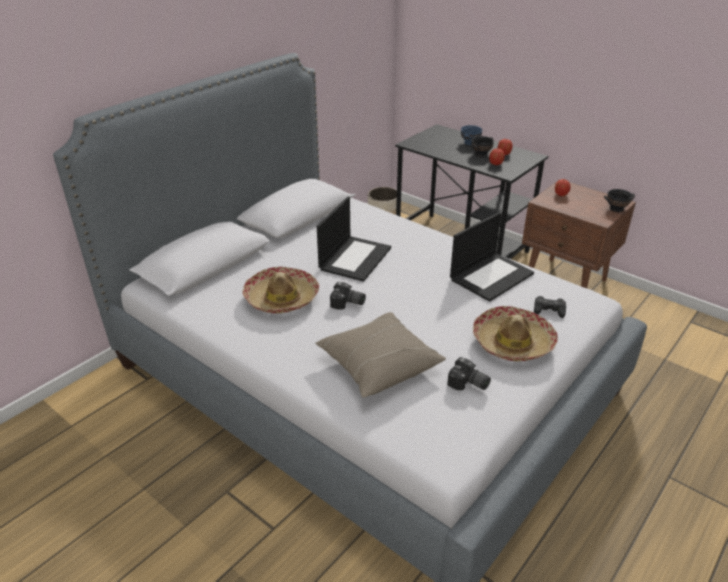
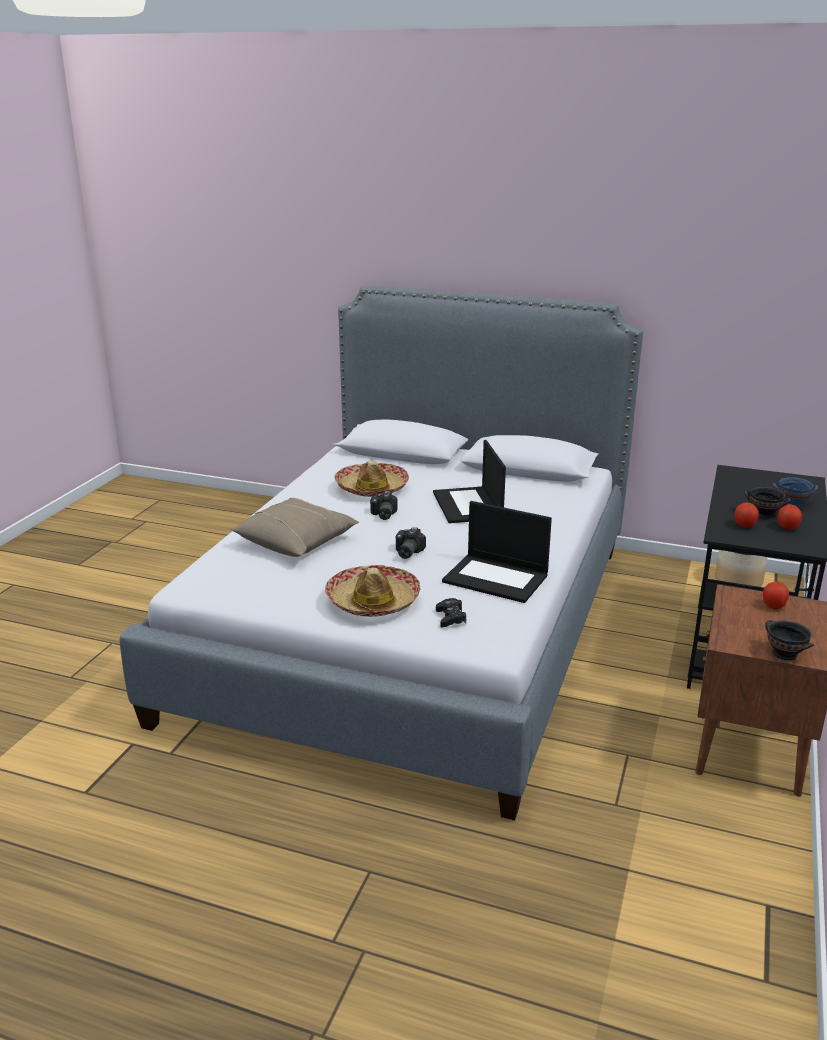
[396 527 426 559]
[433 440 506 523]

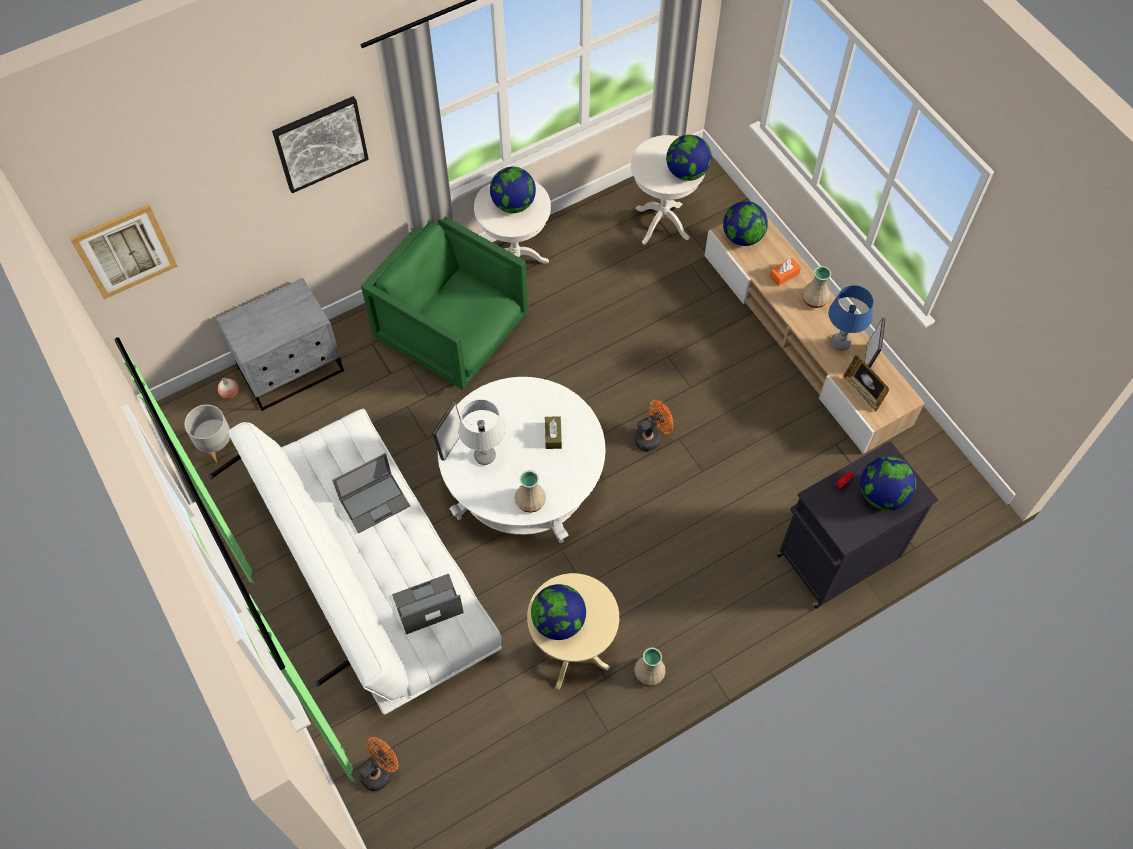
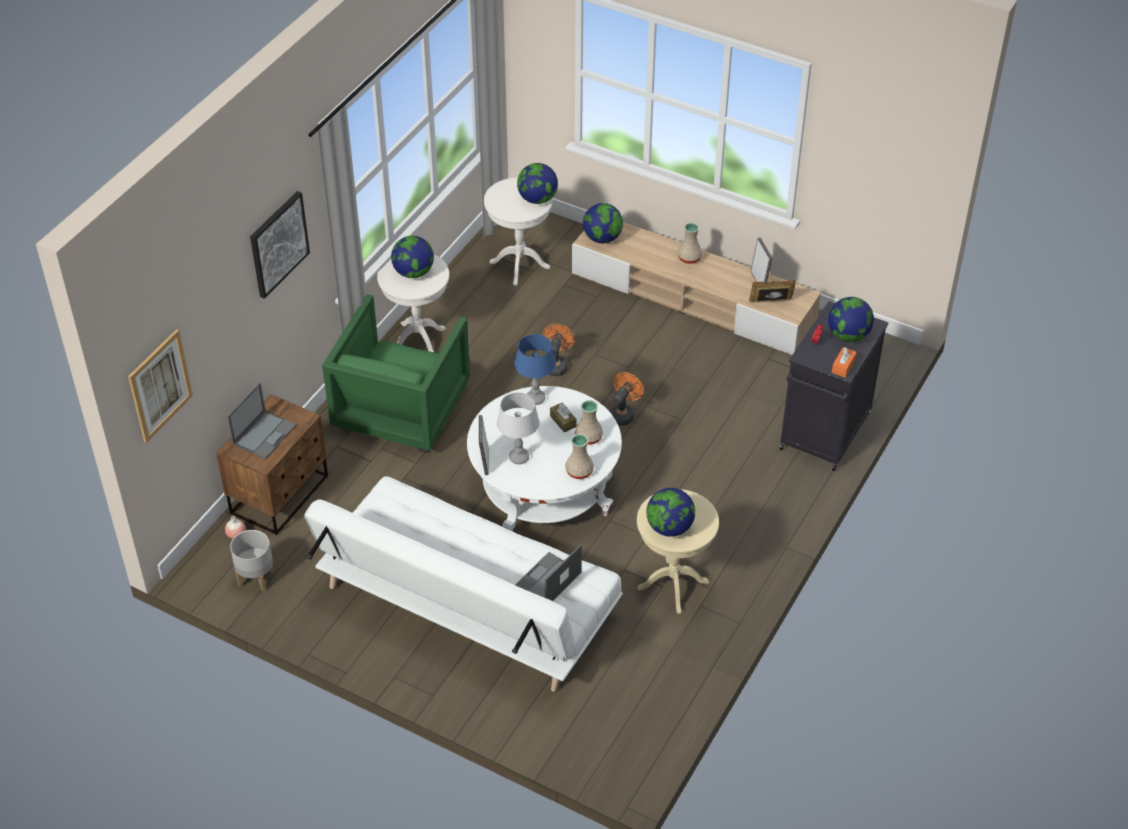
[216 394 328 535]
[227 383 296 459]
[322 294 470 453]
[514 334 556 405]
[543 324 575 376]
[575 400 603 445]
[749 280 796 303]
[832 347 857 377]

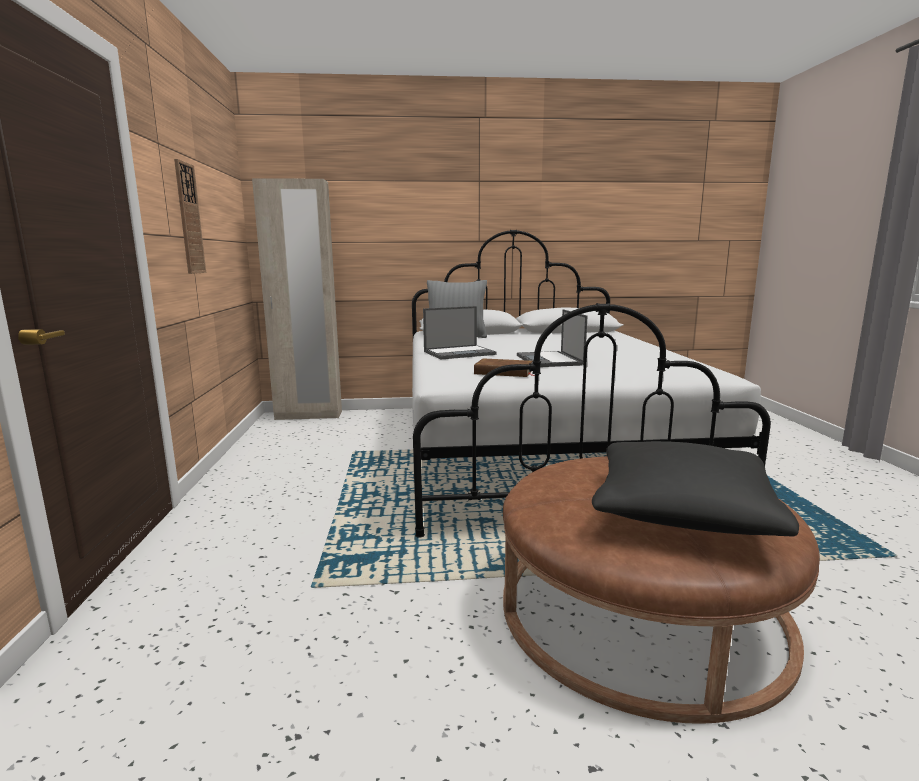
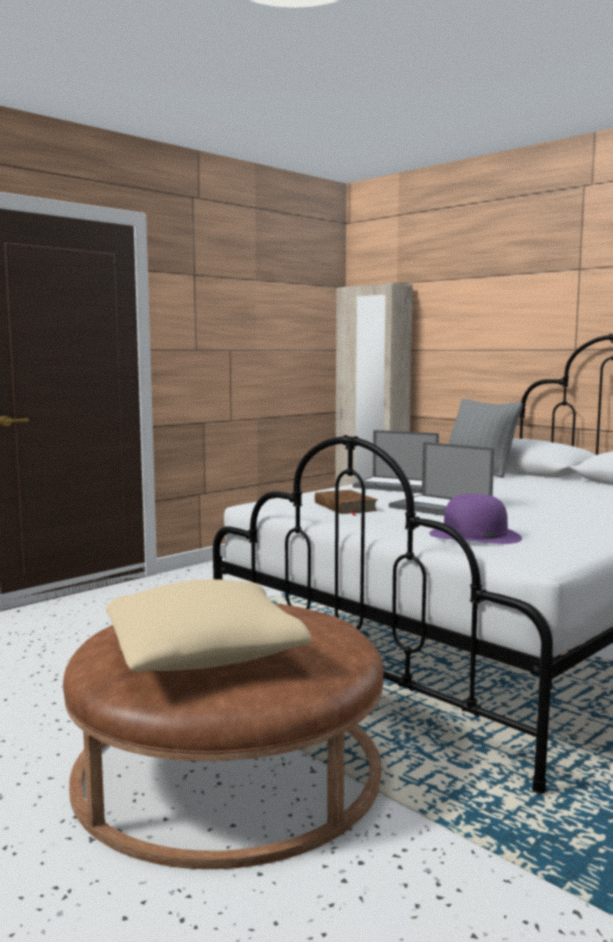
[106 579 311 672]
[389 442 494 516]
[429 494 522 544]
[174 159 206 274] (first image)

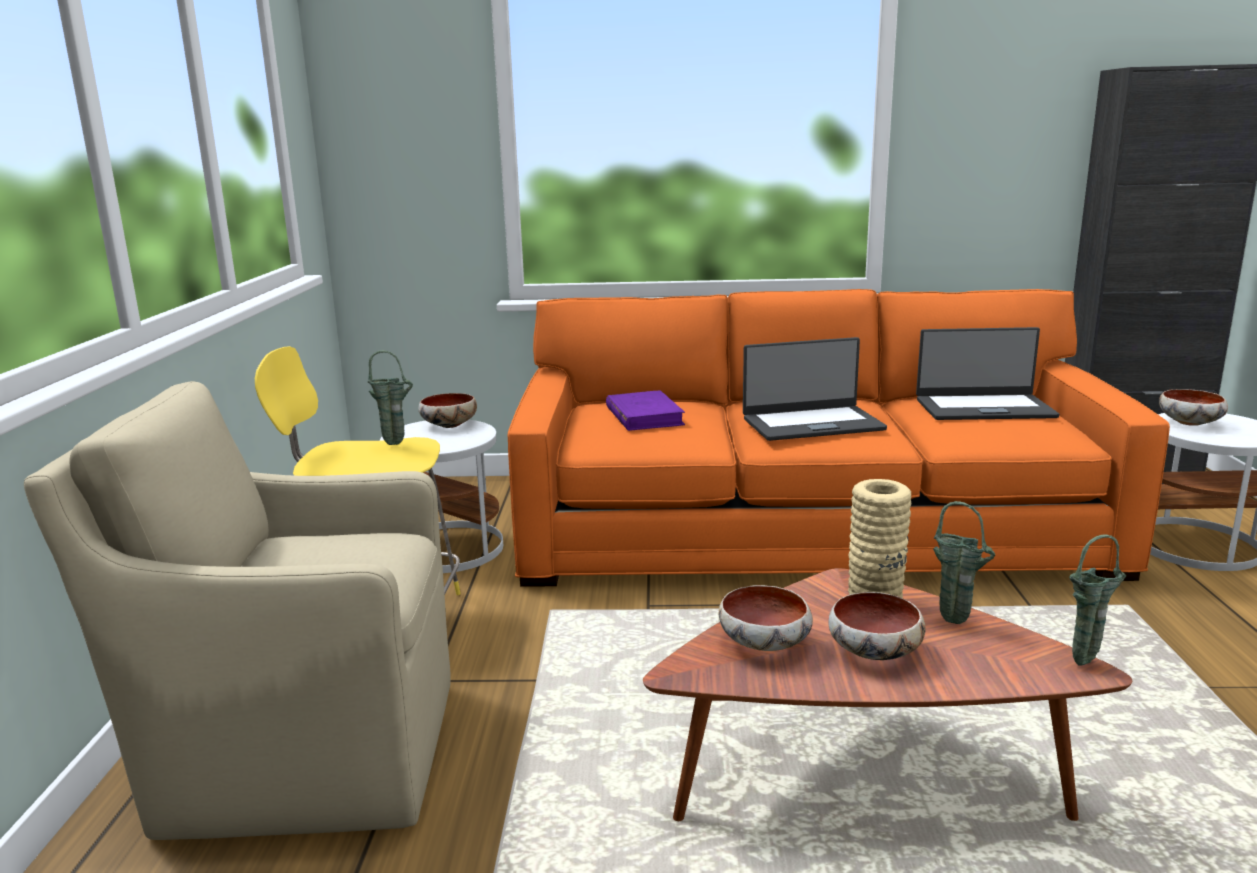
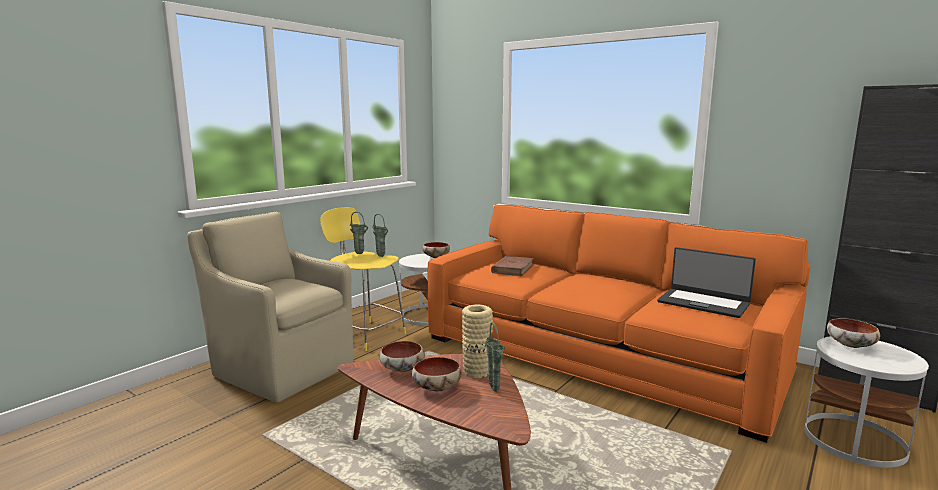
[350 212 368 254]
[491 256 534 276]
[743 337 887 441] (first image)

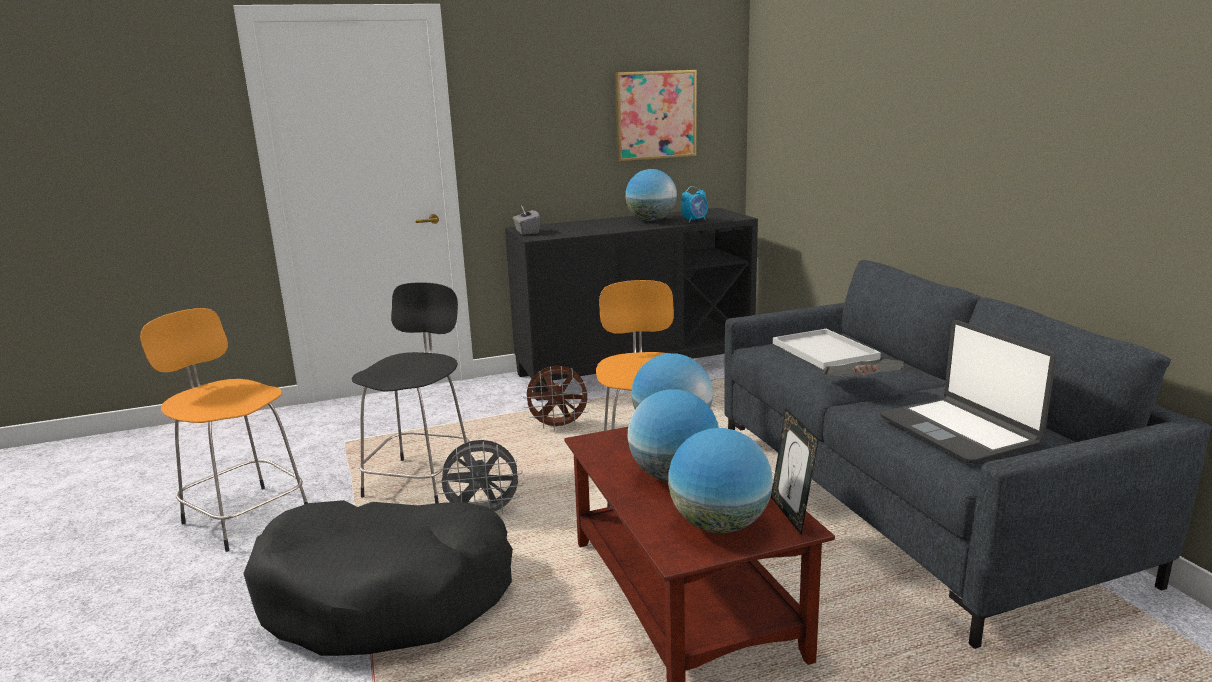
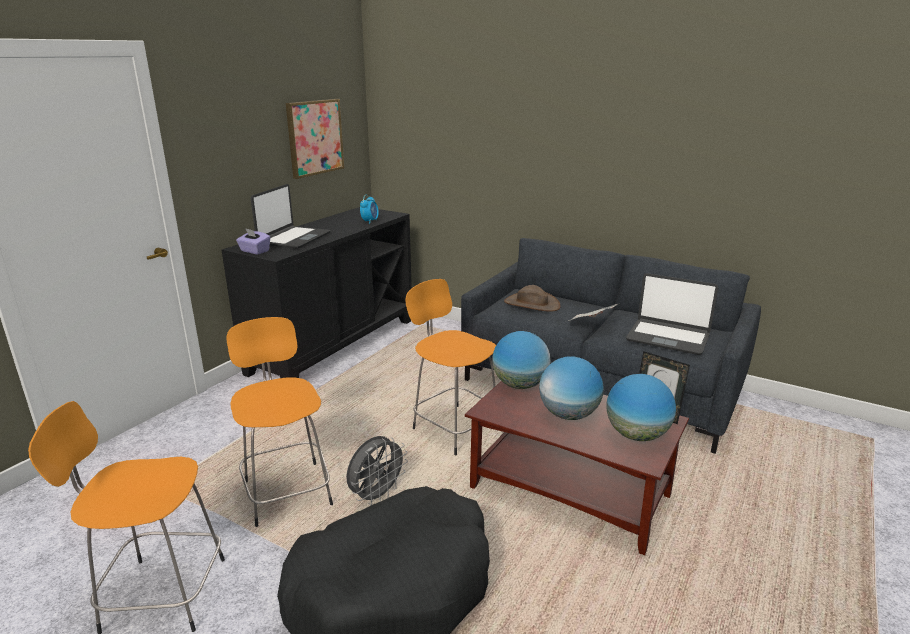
[226 317 333 527]
[236 228 270 255]
[251 184 331 249]
[504 285 561 312]
[523 366 592 431] (first image)
[625 169 677 221] (first image)

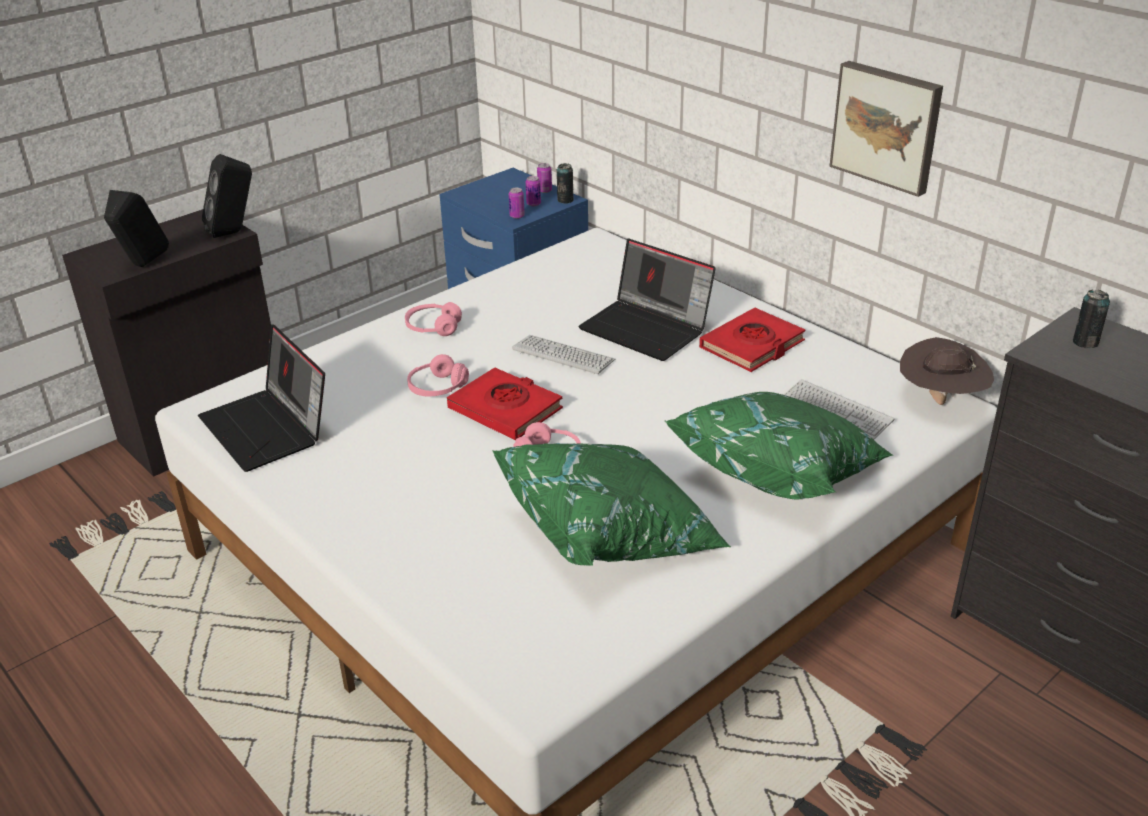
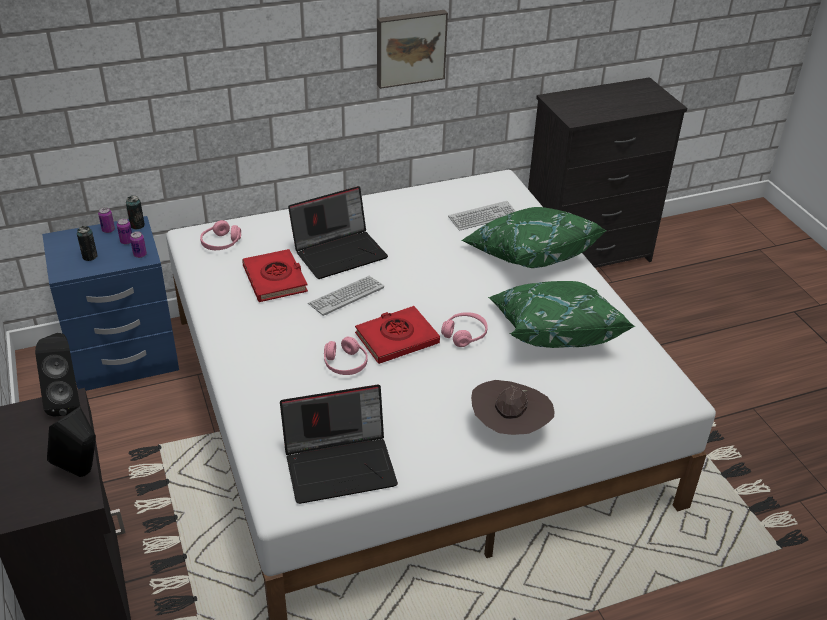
[77 226 98 261]
[200 220 241 250]
[242 249 308 302]
[471 380 555 435]

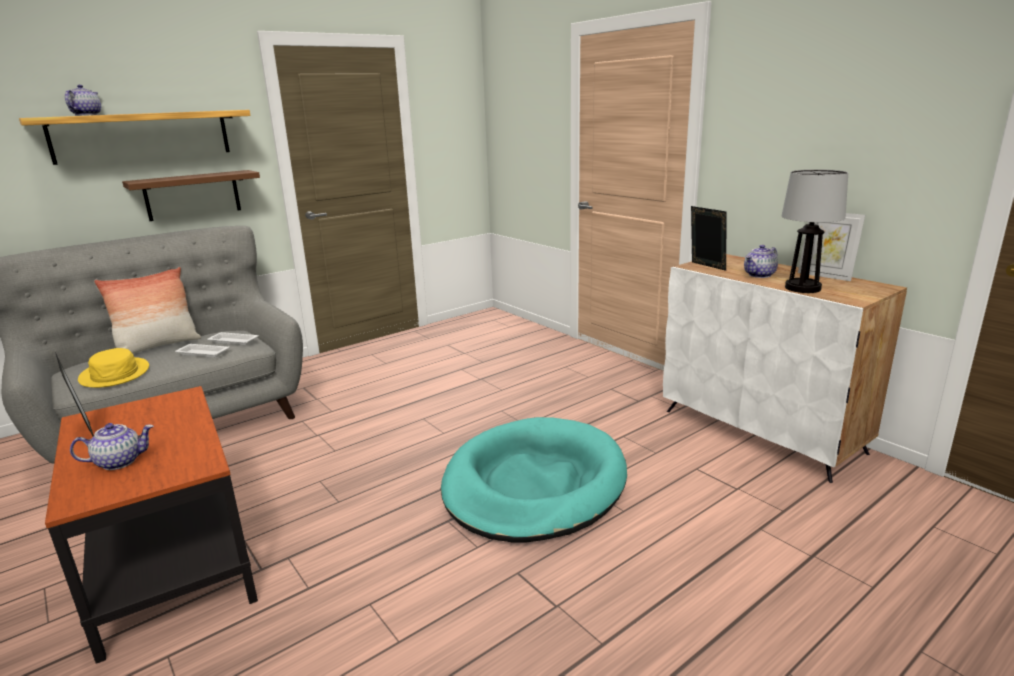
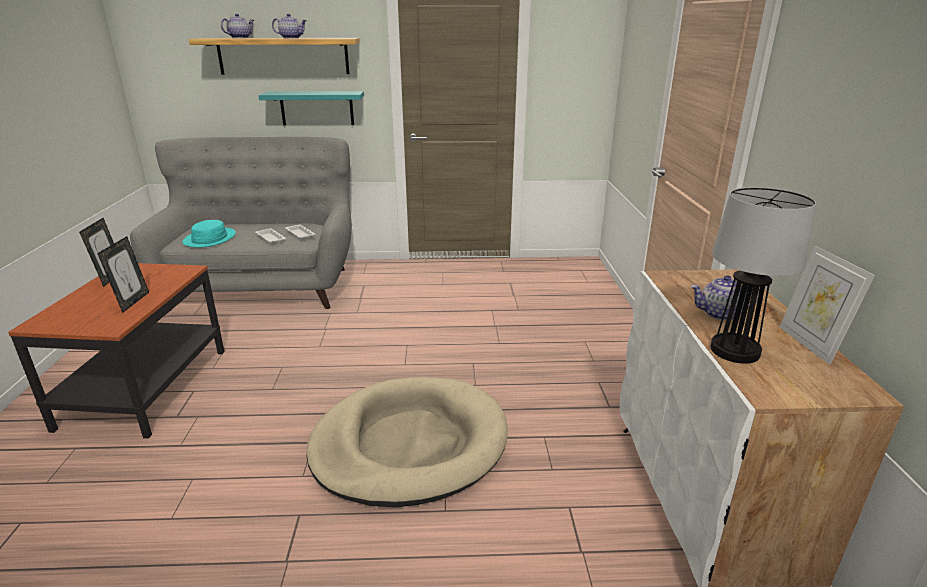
[97 236 149 313]
[182 220 236 248]
[258 91 364 126]
[272 14 307 39]
[307 377 508 507]
[94 267 201 354] (first image)

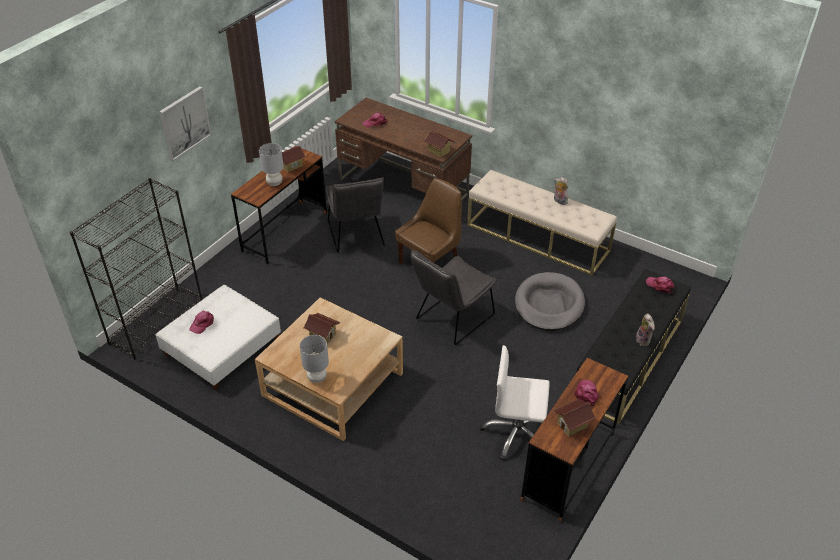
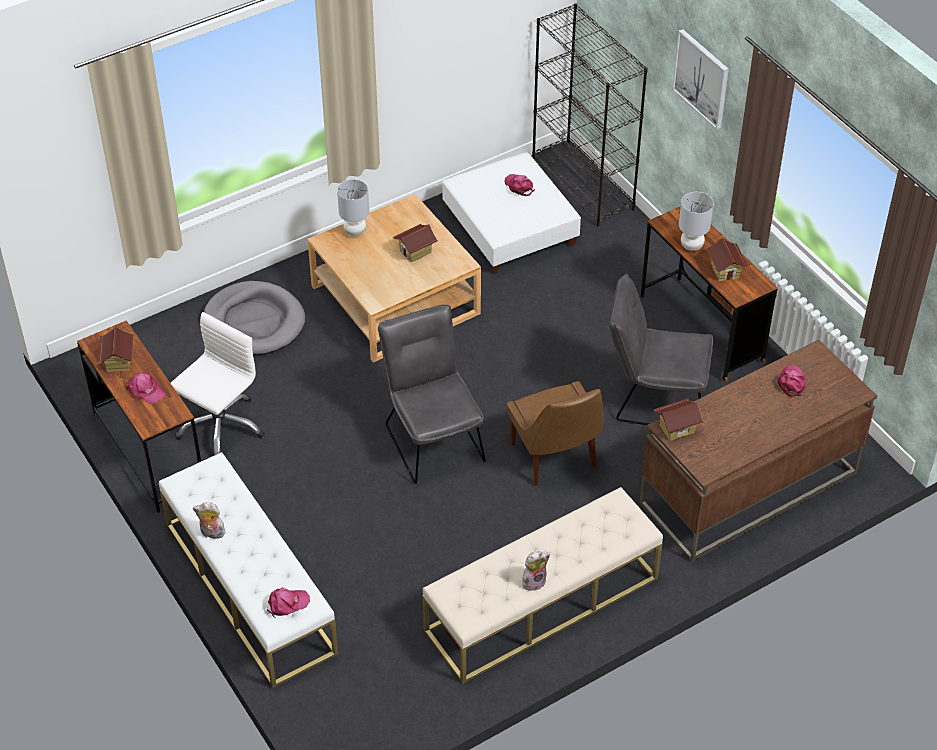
[159 452 338 688]
[204 281 305 355]

